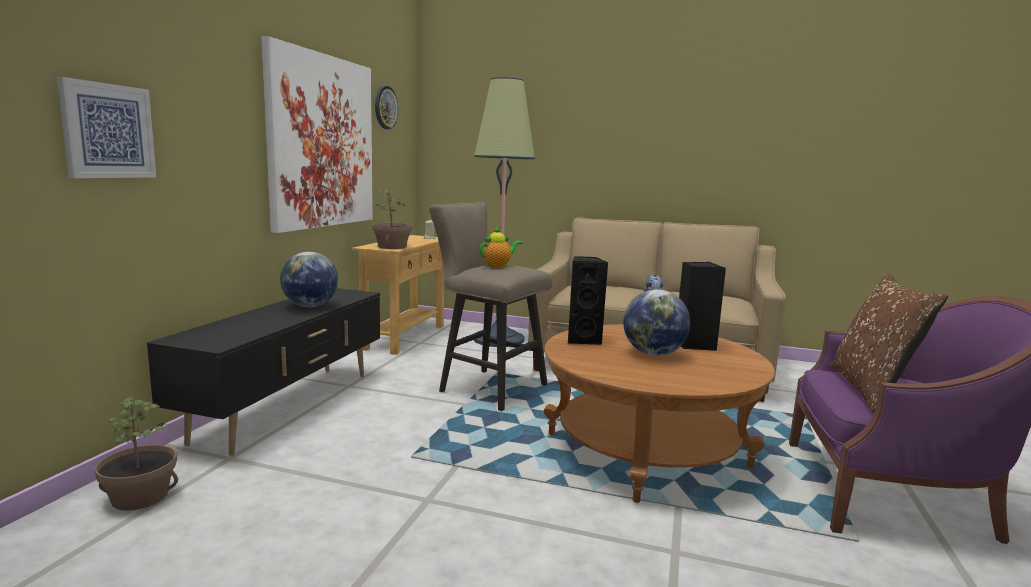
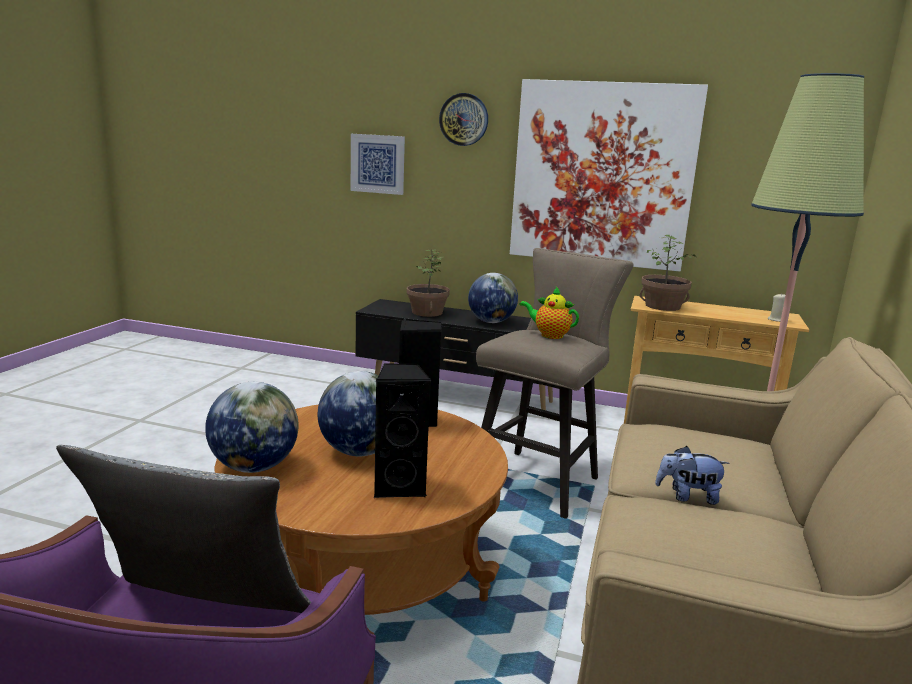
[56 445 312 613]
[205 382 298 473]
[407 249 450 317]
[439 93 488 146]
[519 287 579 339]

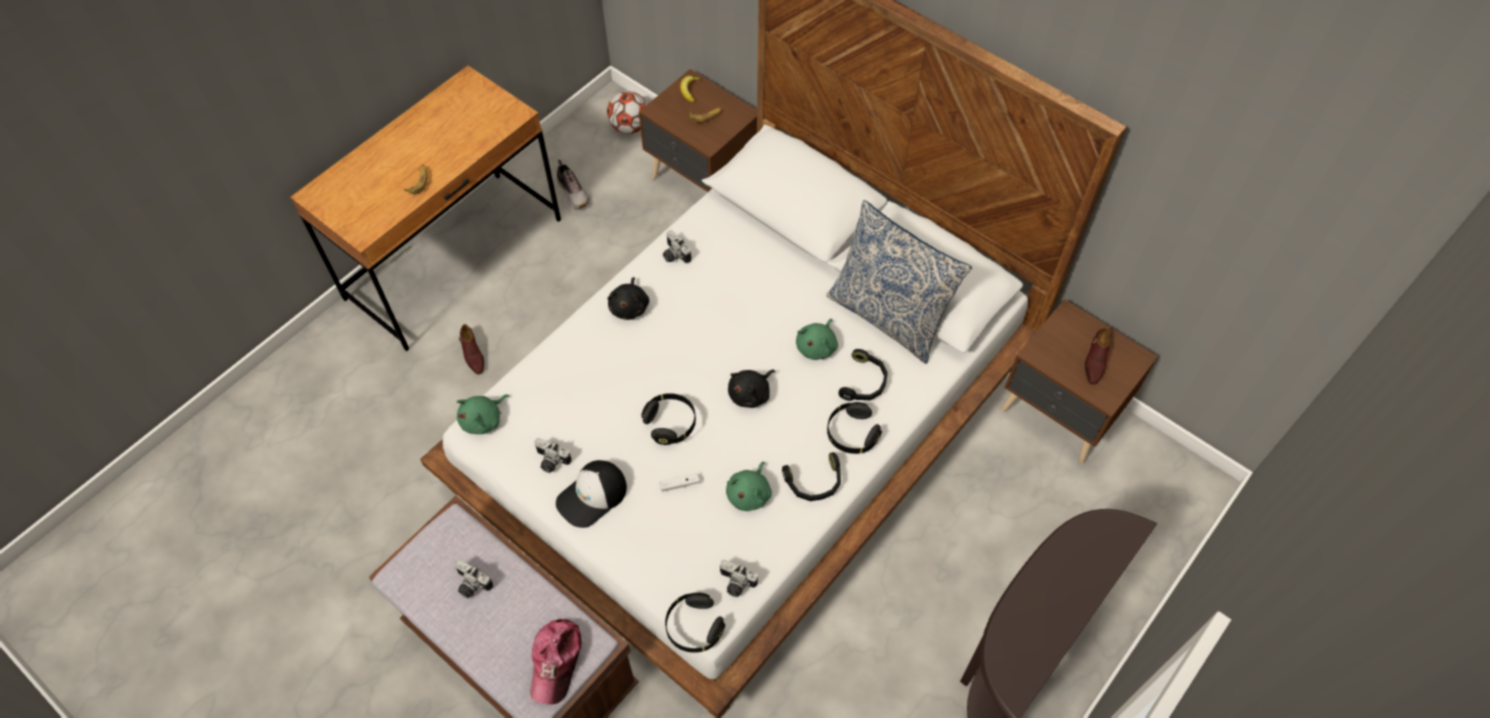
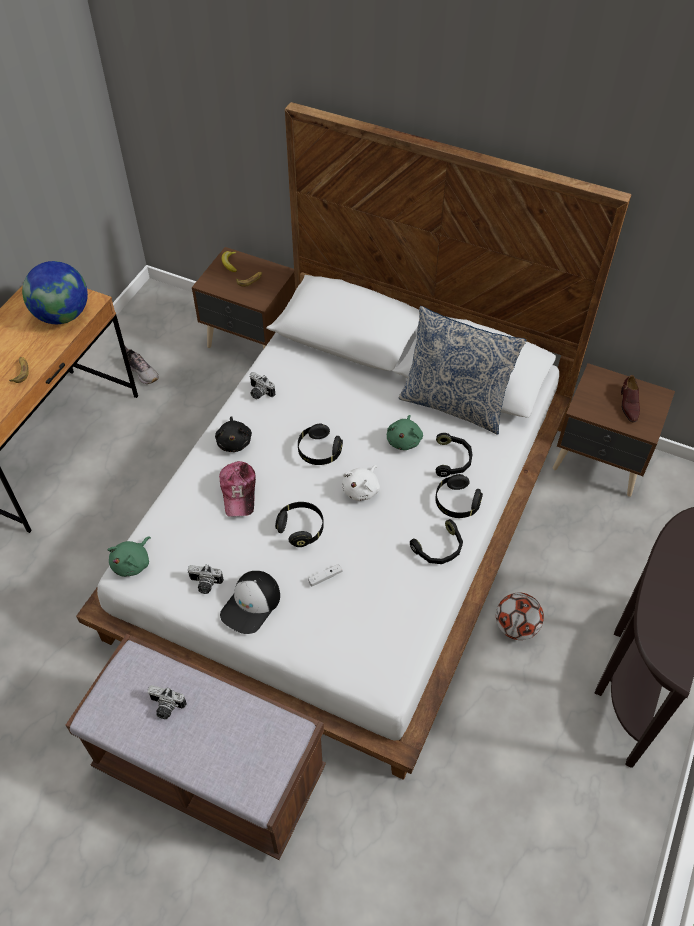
[22 261 88 324]
[219 461 256 517]
[298 423 343 465]
[342 465 380 501]
[496 593 544 640]
[459 324 484 375] (first image)
[719 560 758 597] (first image)
[726 462 772 511] (first image)

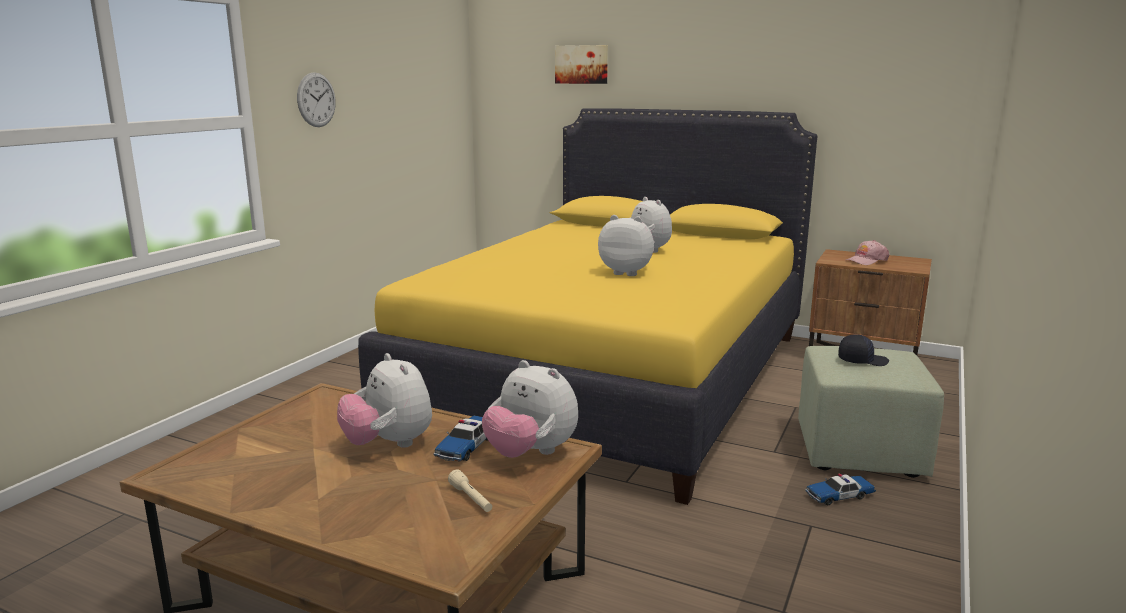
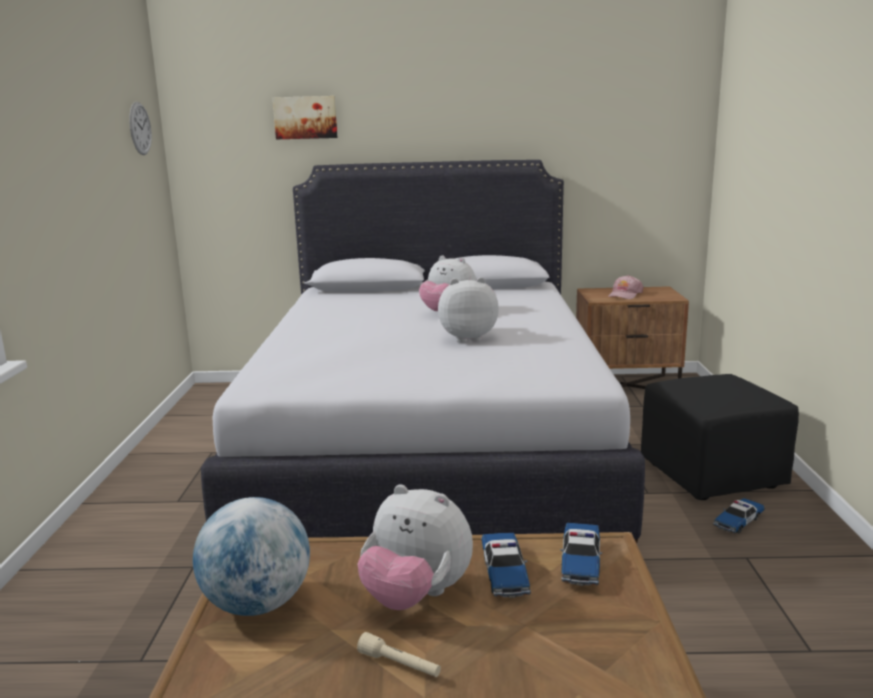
[129 102 152 155]
[193 497 310 616]
[201 160 645 543]
[357 632 441 677]
[560 523 602 586]
[641 374 799 500]
[838 334 889 366] (first image)

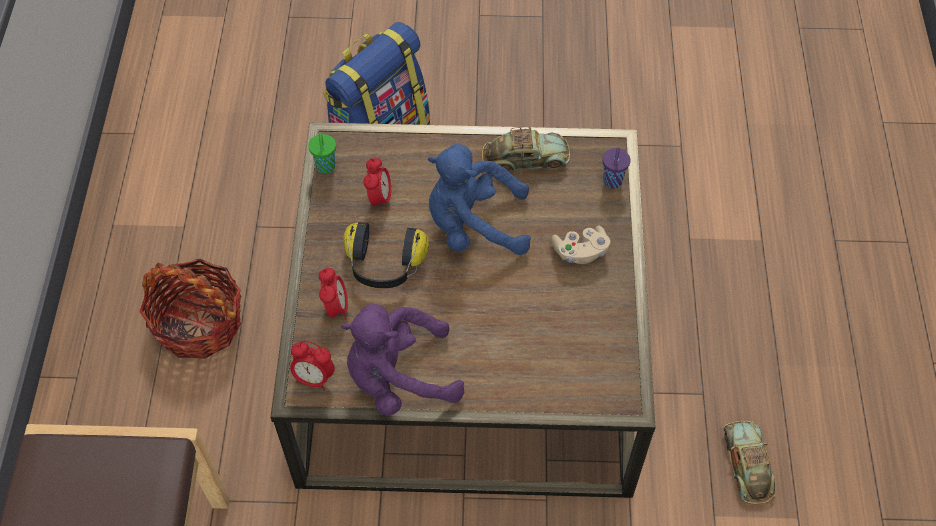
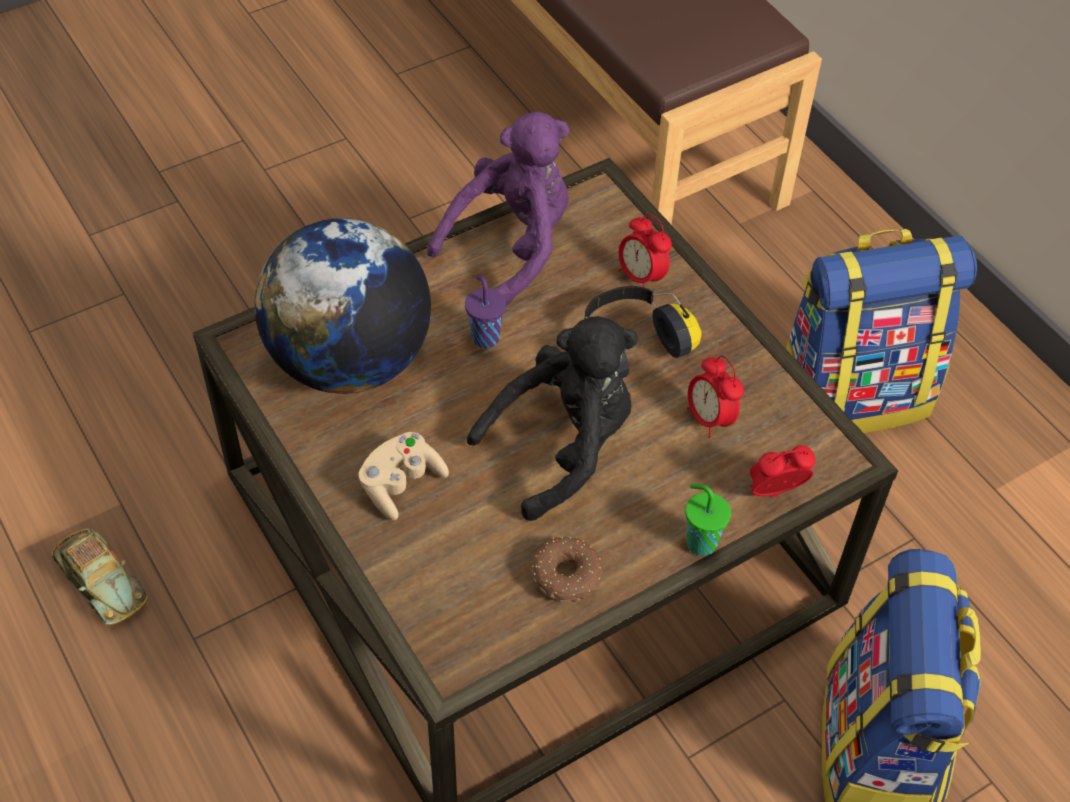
[255 218 431 394]
[465 275 506 348]
[467 316 638 521]
[532 537 603 602]
[685 484 731 556]
[750 445 815 498]
[786 229 977 433]

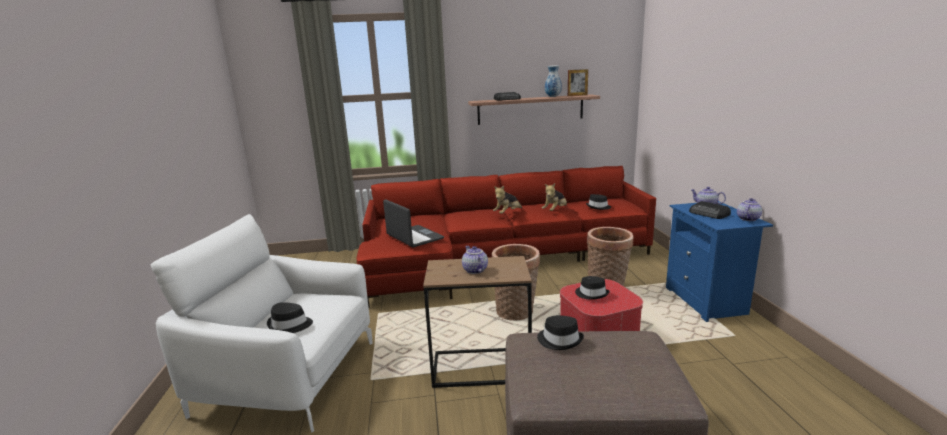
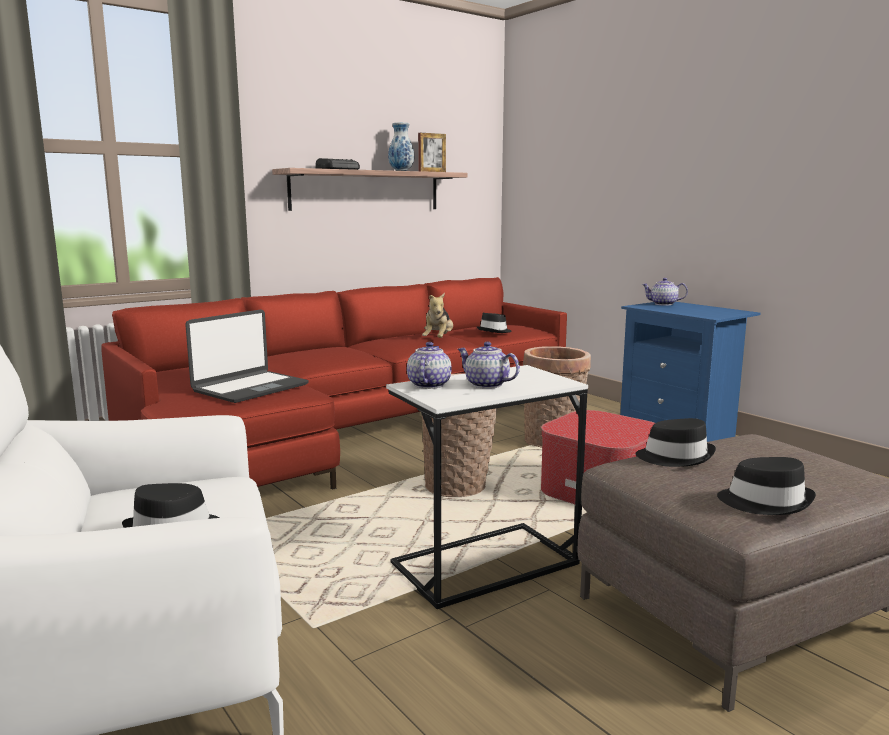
[185 309 309 403]
[386 365 588 609]
[407 342 452 389]
[717 457 816 515]
[493 186 522 214] (first image)
[689 201 731 219] (first image)

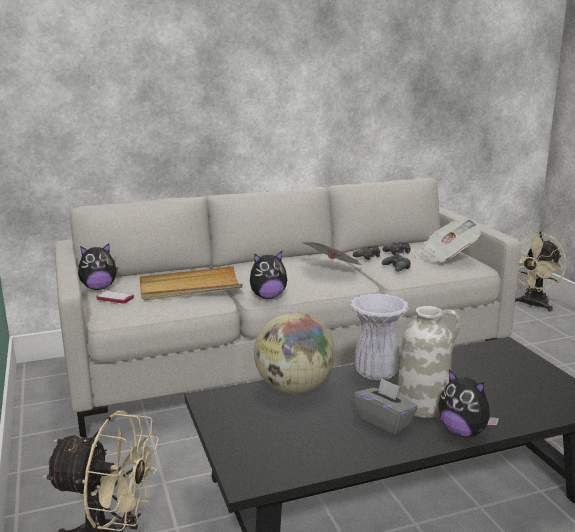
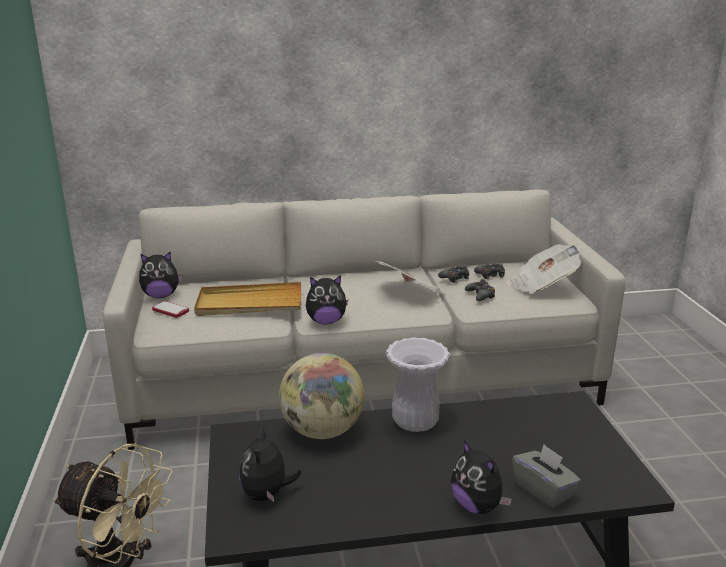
[239 427 301 503]
[512 445 581 509]
[397 306 461 418] (first image)
[515 231 567 312] (first image)

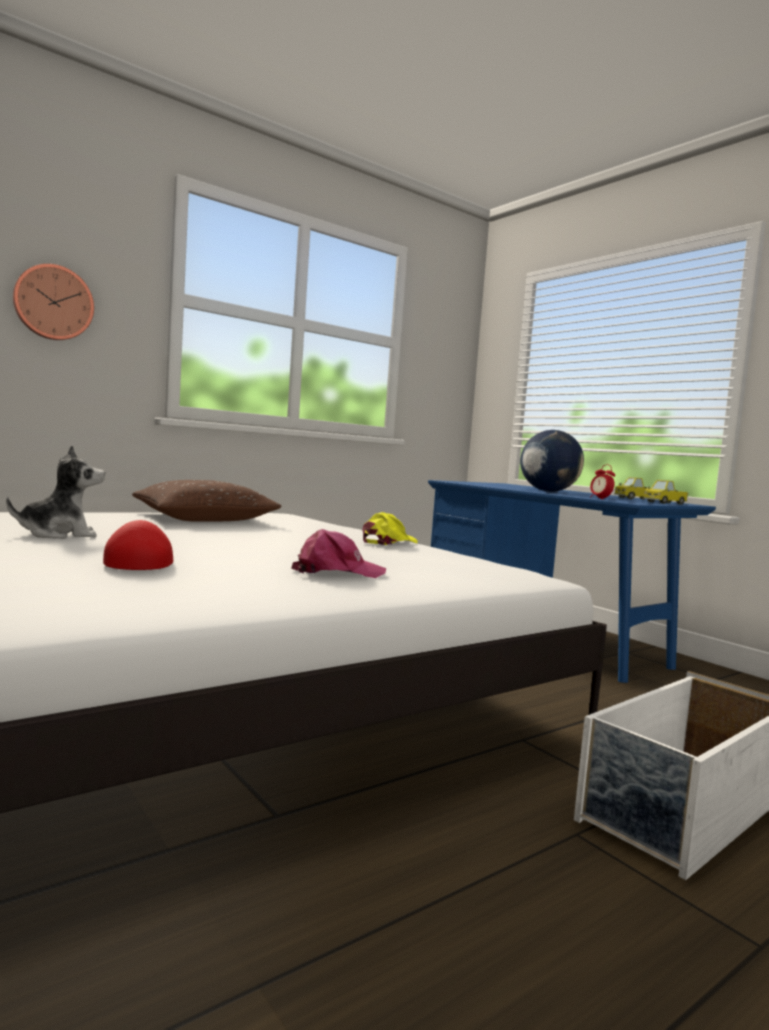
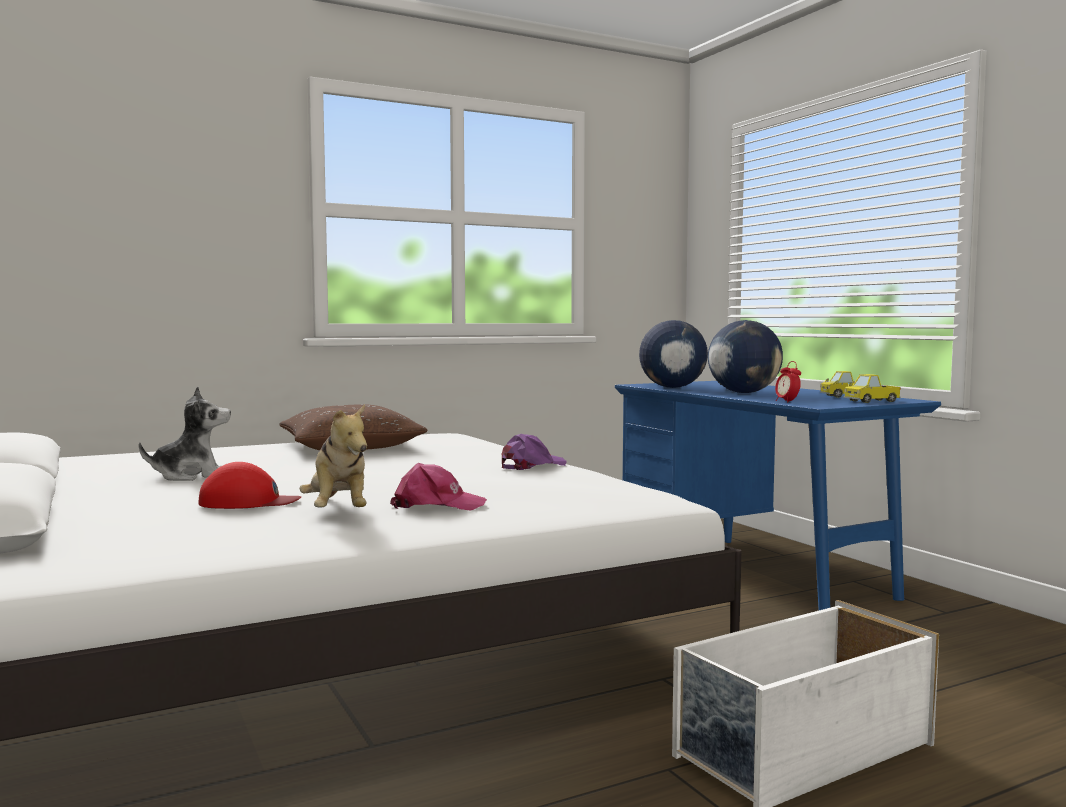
[198 462 301 509]
[299 404 367 507]
[502 434 567 470]
[639 320 708 388]
[13 264 94 340] (first image)

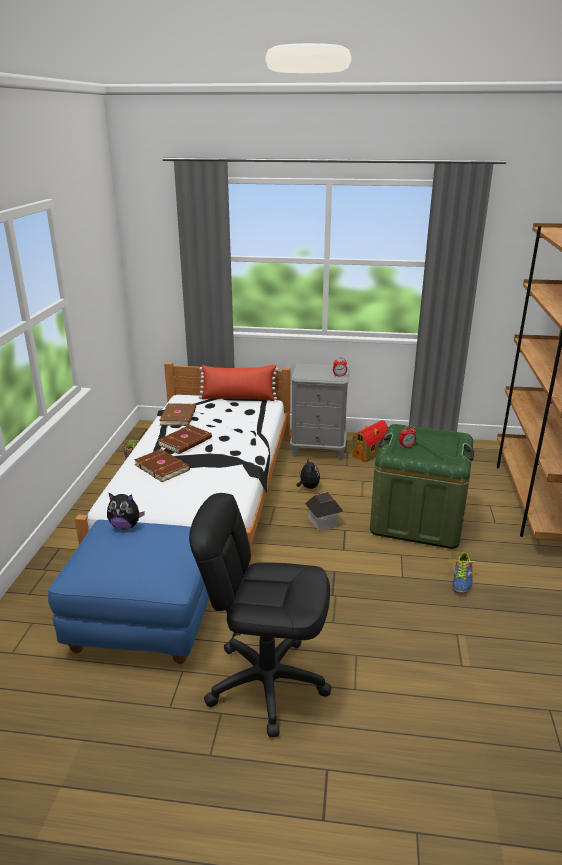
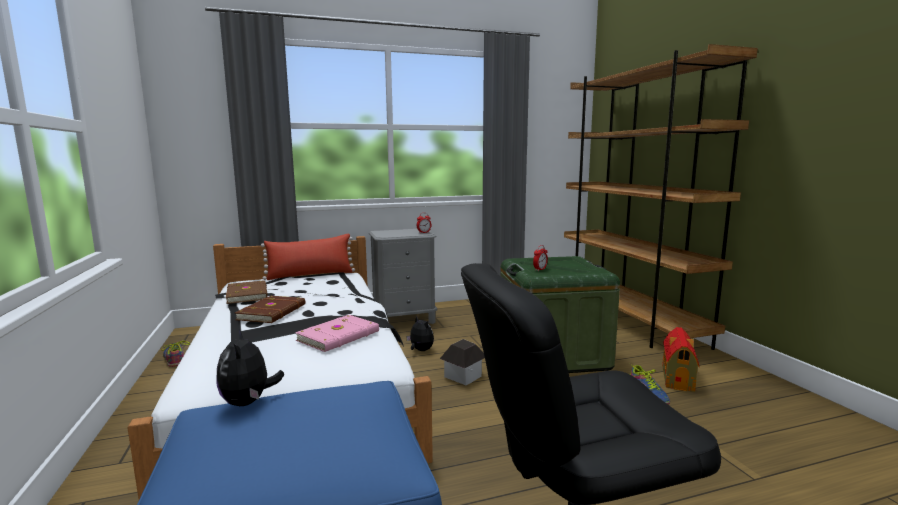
[216 329 284 406]
[295 315 379 352]
[662 327 700 392]
[134 449 190 482] (first image)

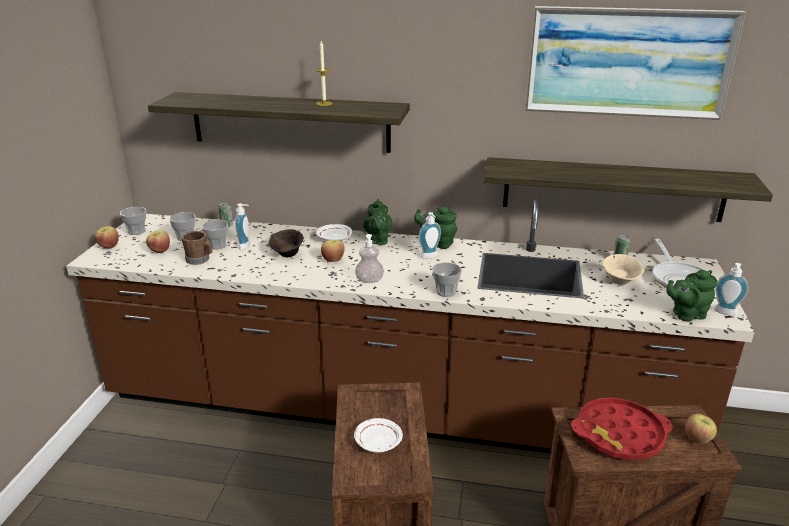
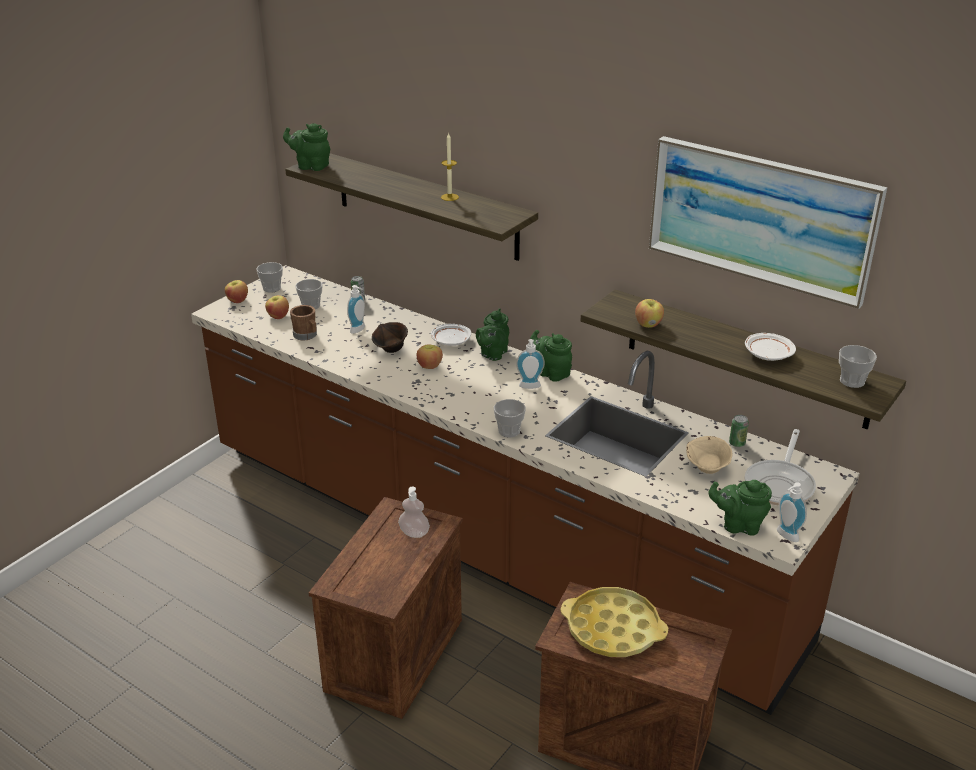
[283 123 330 171]
[398 486 430 538]
[561 587 668 657]
[635 299 664 328]
[745 333 796 361]
[839 345 877 388]

